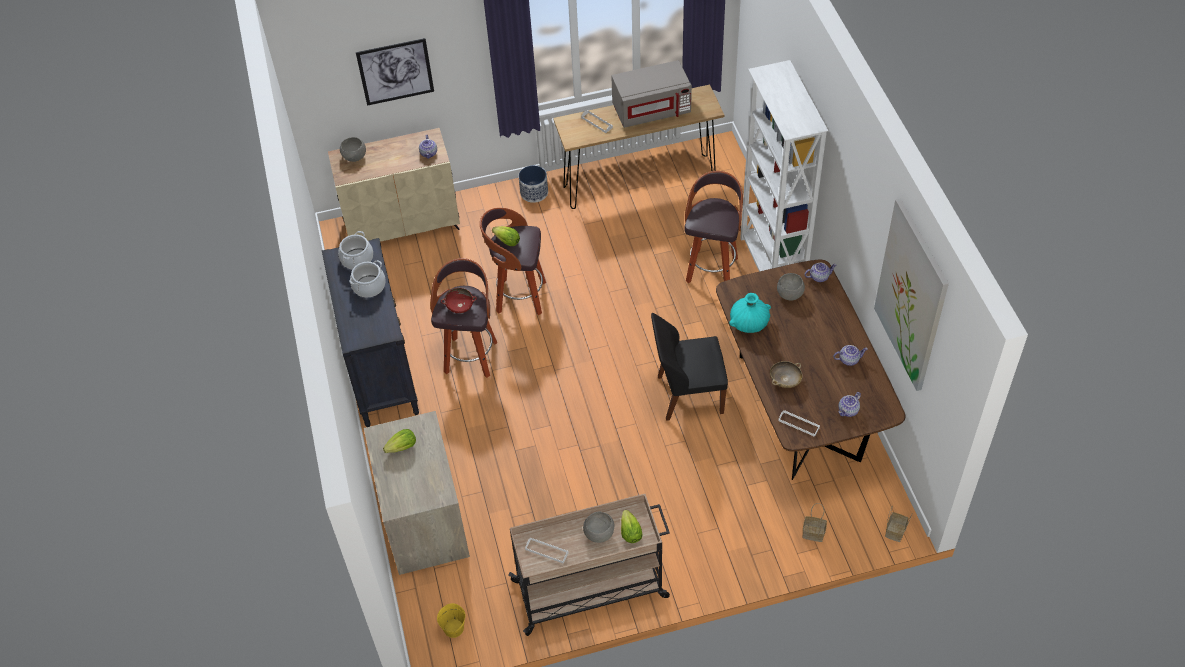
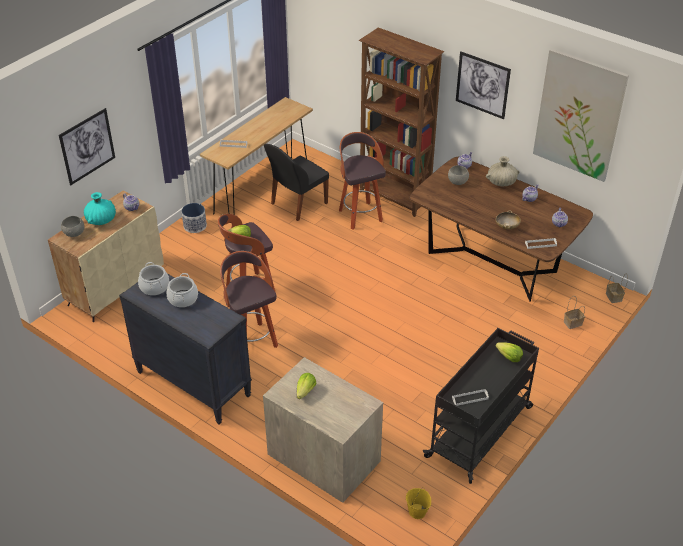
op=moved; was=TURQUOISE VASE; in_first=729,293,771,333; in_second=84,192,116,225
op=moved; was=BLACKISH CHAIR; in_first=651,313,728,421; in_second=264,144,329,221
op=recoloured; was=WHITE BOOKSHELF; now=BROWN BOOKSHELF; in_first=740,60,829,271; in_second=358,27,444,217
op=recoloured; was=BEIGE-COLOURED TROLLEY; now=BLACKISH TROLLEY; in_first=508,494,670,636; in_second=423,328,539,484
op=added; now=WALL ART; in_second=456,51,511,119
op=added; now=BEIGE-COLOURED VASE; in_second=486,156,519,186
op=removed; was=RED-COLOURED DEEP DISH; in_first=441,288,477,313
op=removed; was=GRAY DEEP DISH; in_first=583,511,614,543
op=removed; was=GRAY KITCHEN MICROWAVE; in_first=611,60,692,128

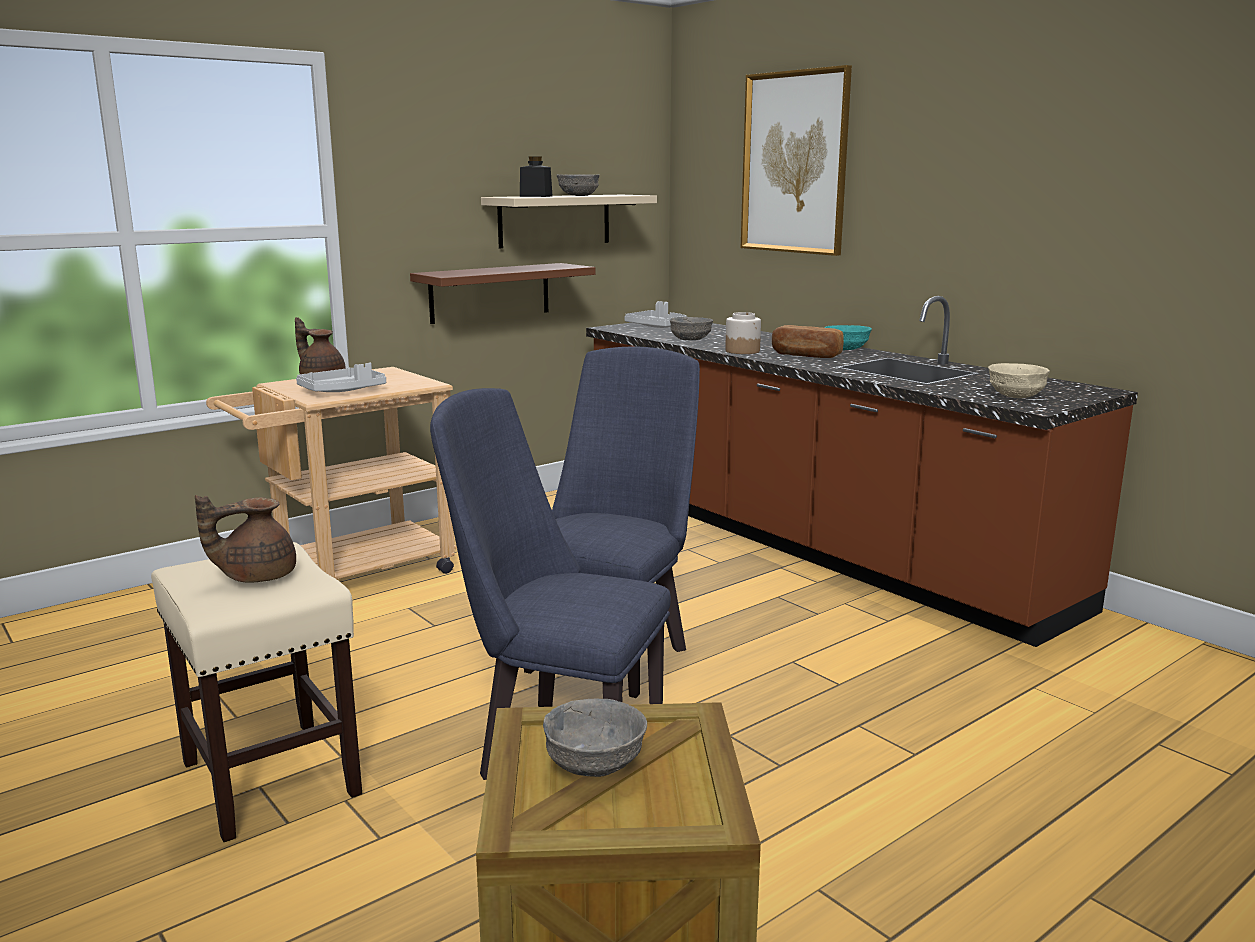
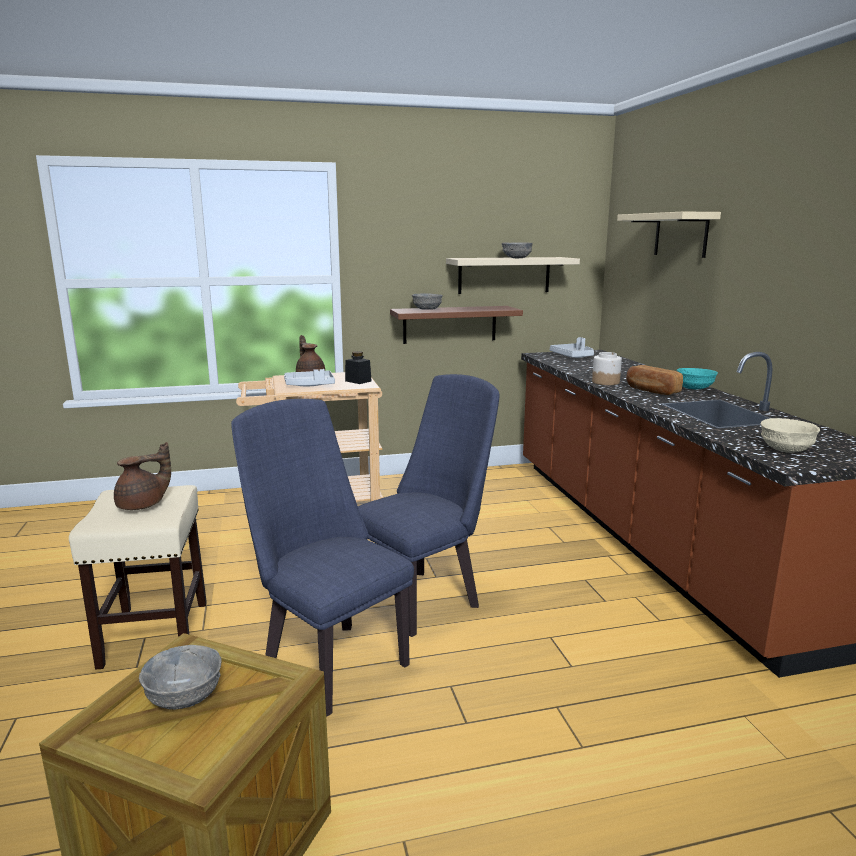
op=turned; was=BROWN TEA POT; in_first=195,495,296,583; in_second=114,442,171,510; clockwise=150
op=moved; was=BLACKISH STORAGE JAR; in_first=520,156,552,197; in_second=345,351,372,384
op=moved; was=GRAY DEEP DISH; in_first=670,317,713,340; in_second=412,293,443,310
op=replaced; was=WALL ART; now=BEIGE-COLOURED WALL SHELF; in_first=741,65,852,256; in_second=617,212,721,258

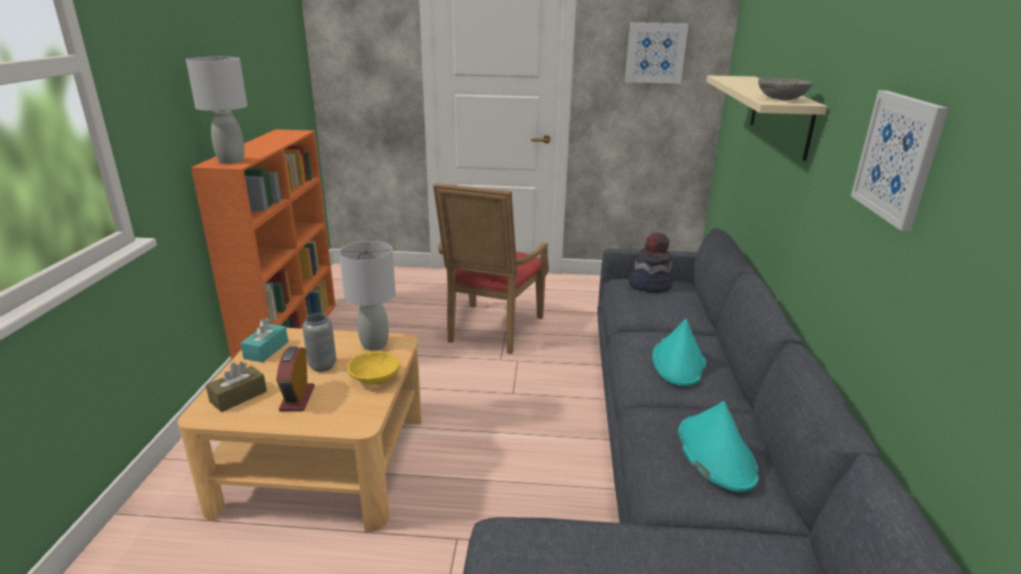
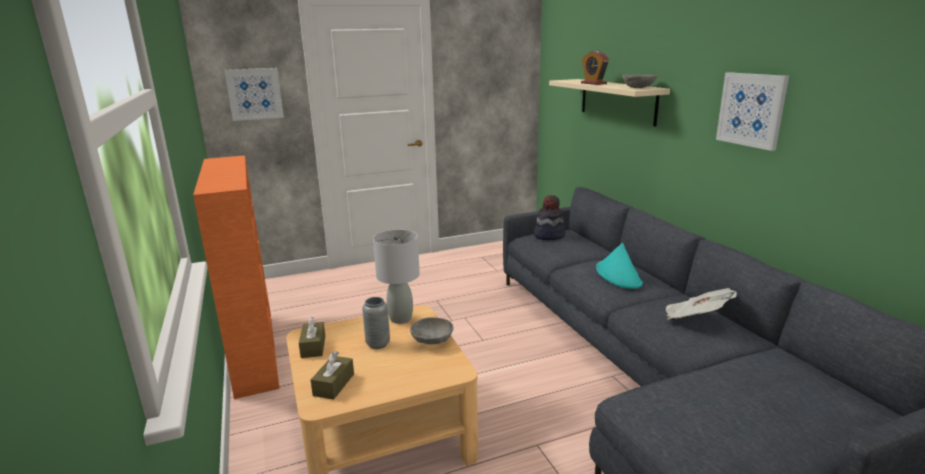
op=moved; was=WALL ART; in_first=625,22,689,84; in_second=225,68,284,121
op=recoloured; was=TURQUOISE TISSUE BOX; now=BROWN TISSUE BOX; in_first=240,318,288,363; in_second=299,316,325,358
op=recoloured; was=YELLOW-COLOURED DEEP DISH; now=GRAY DEEP DISH; in_first=347,351,400,385; in_second=410,317,453,344
op=moved; was=ALARM CLOCK; in_first=276,346,315,412; in_second=581,50,609,85
op=replaced; was=TURQUOISE HAT; now=PRINTED PAPER; in_first=678,401,759,492; in_second=666,288,737,319
op=removed; was=GRAY LAMP FOR A TABLE; in_first=186,57,247,164
op=removed; was=RED-COLOURED ARMCHAIR; in_first=433,183,549,354

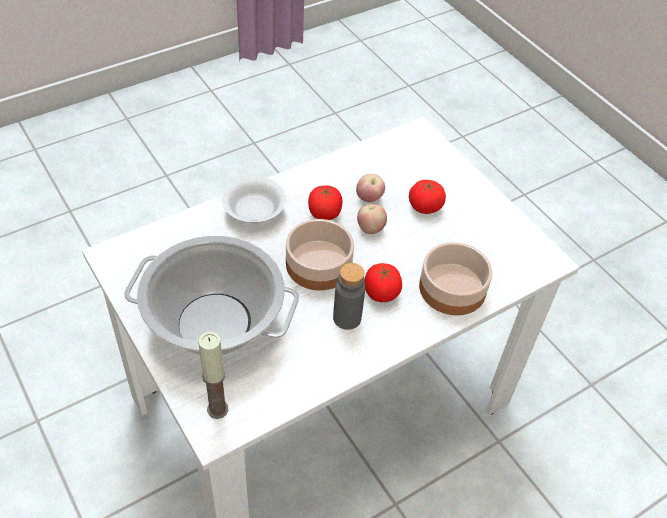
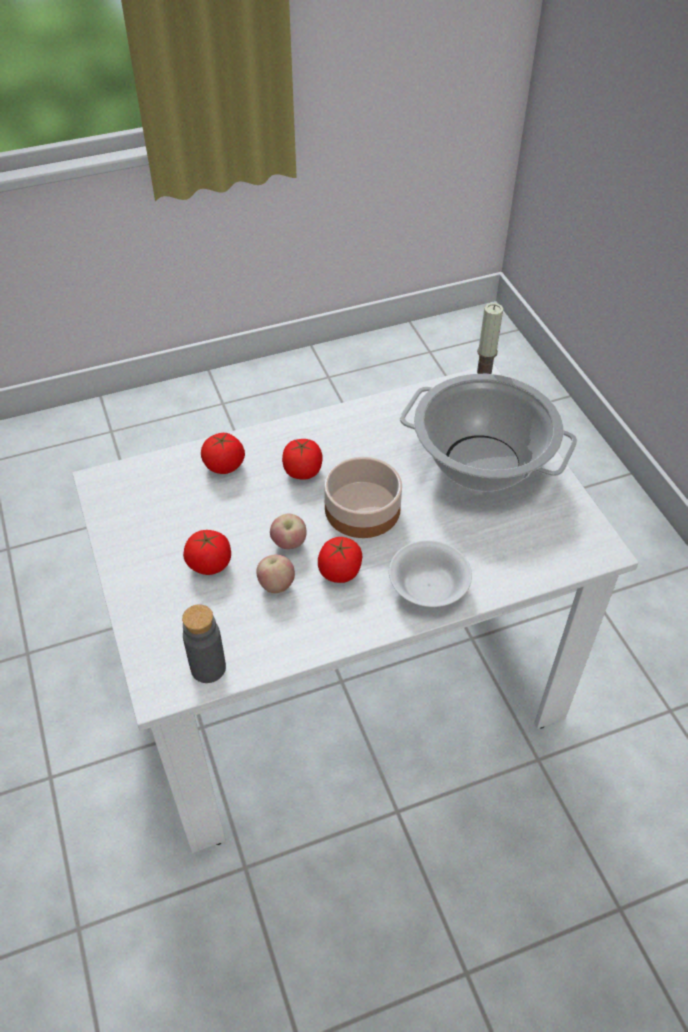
op=moved; was=GRAY BEVERAGE BOTTLE; in_first=333,263,365,330; in_second=182,604,226,683
op=replaced; was=DEEP DISH; now=TOMATO; in_first=419,242,492,316; in_second=201,433,245,474

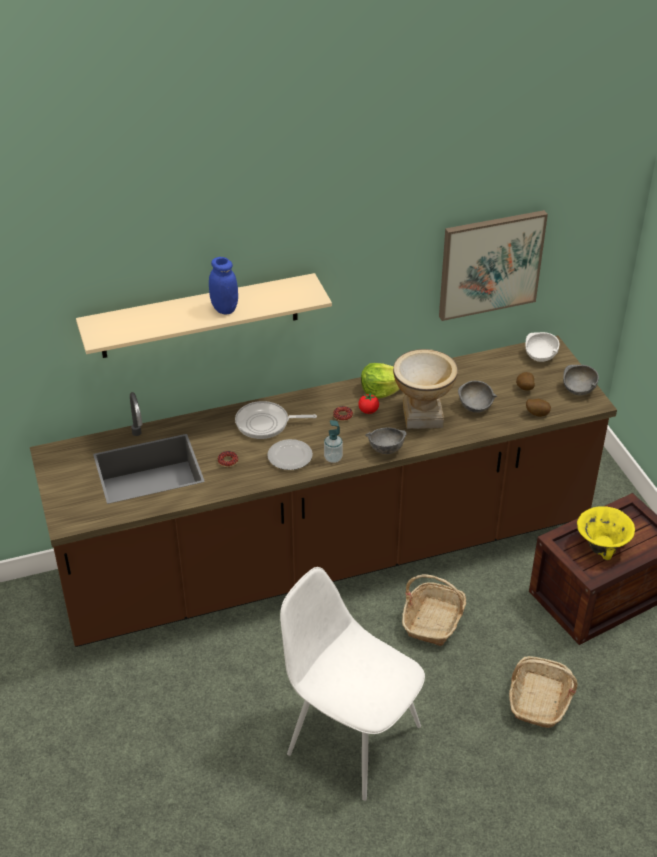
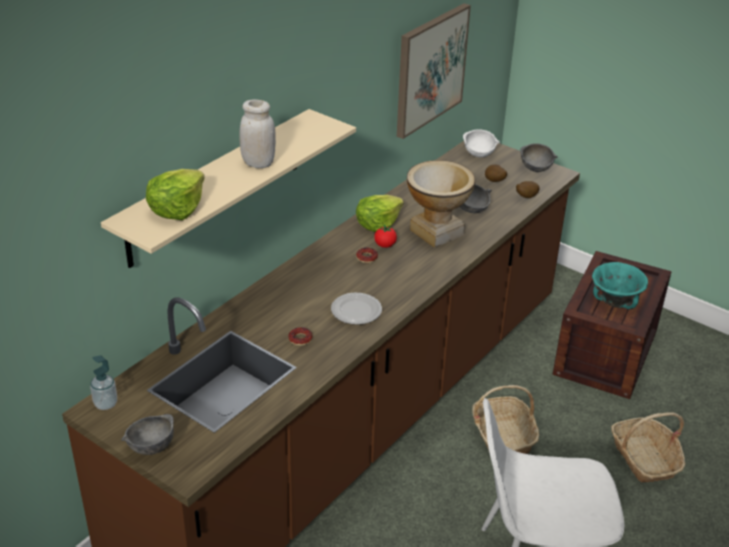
op=moved; was=LIQUID SOAP BOTTLE; in_first=324,420,343,463; in_second=90,355,117,410
op=moved; was=GRAY DEEP DISH; in_first=365,427,406,454; in_second=121,414,174,455
op=added; now=LETTUCE; in_second=146,169,205,220
op=recoloured; was=BLUE-COLOURED STORAGE JAR; now=WHITE STORAGE JAR; in_first=209,257,238,314; in_second=239,99,276,168
op=recoloured; was=YELLOW-COLOURED DEEP DISH; now=TURQUOISE DEEP DISH; in_first=577,506,635,560; in_second=592,262,648,309
op=removed; was=FRYING PAN; in_first=235,401,317,439

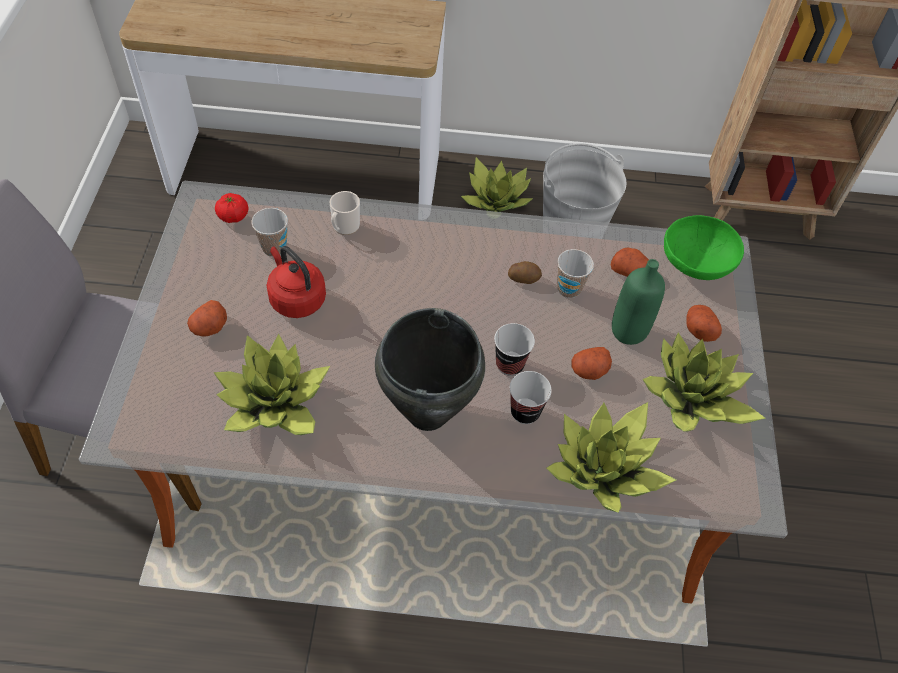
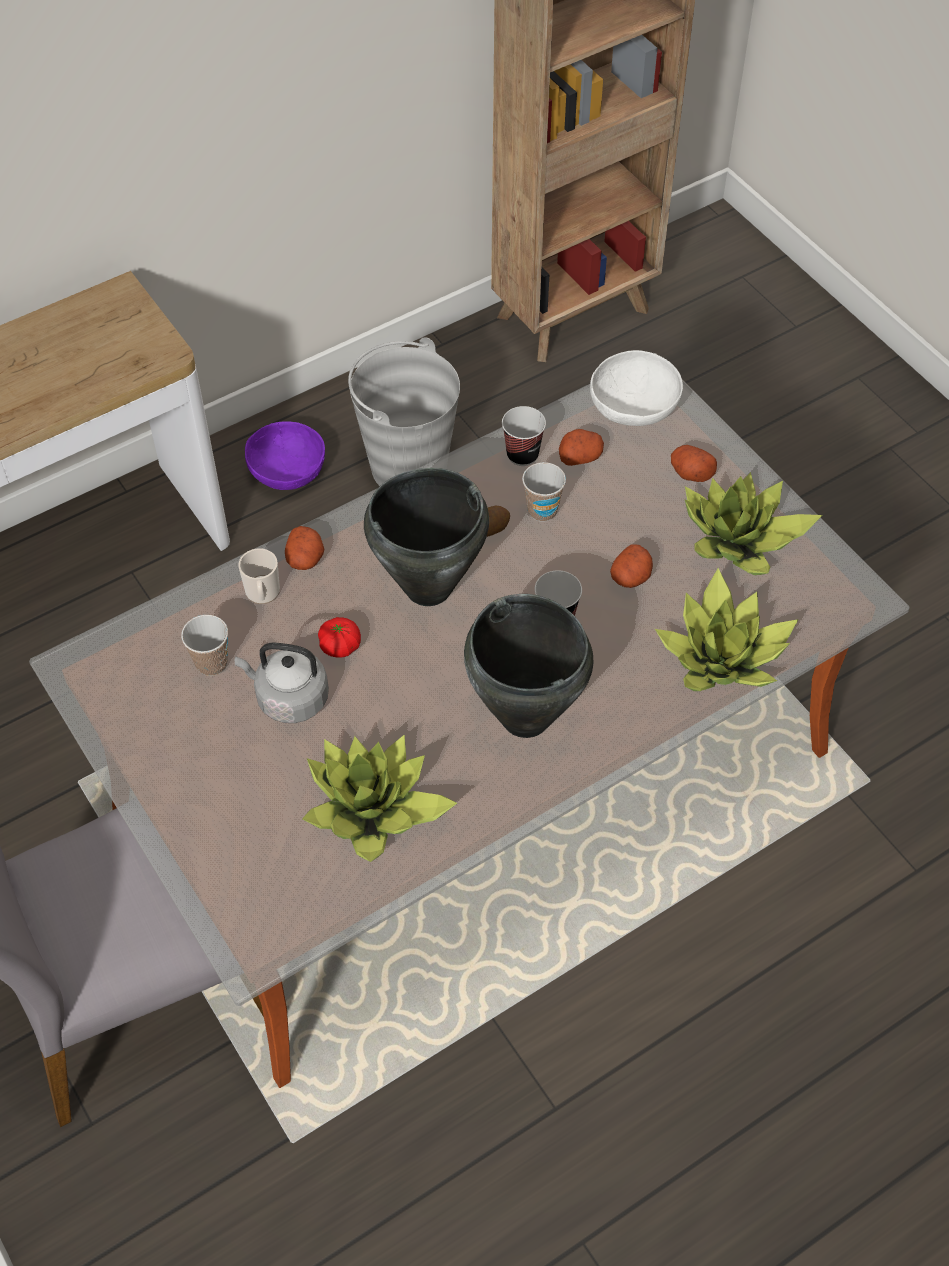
op=recoloured; was=RED-COLOURED TEA KETTLE; now=GRAY TEA KETTLE; in_first=267,246,326,318; in_second=235,642,329,723
op=replaced; was=PLANT IN A POT; now=PURPLE-COLOURED DEEP DISH; in_first=461,157,533,212; in_second=245,421,325,490
op=moved; was=SPUD; in_first=187,300,227,337; in_second=285,526,325,570
op=moved; was=TOMATO; in_first=215,193,249,223; in_second=318,617,361,657
op=added; now=BLACKISH COOKING POT; in_second=364,468,489,606
op=moved; was=SMALL CUP; in_first=510,371,552,424; in_second=502,406,546,466
op=recoloured; was=GREEN-COLOURED DEEP DISH; now=WHITE DEEP DISH; in_first=664,215,744,280; in_second=590,350,683,426
op=removed; was=GREEN-COLOURED BEVERAGE BOTTLE; in_first=612,259,665,345

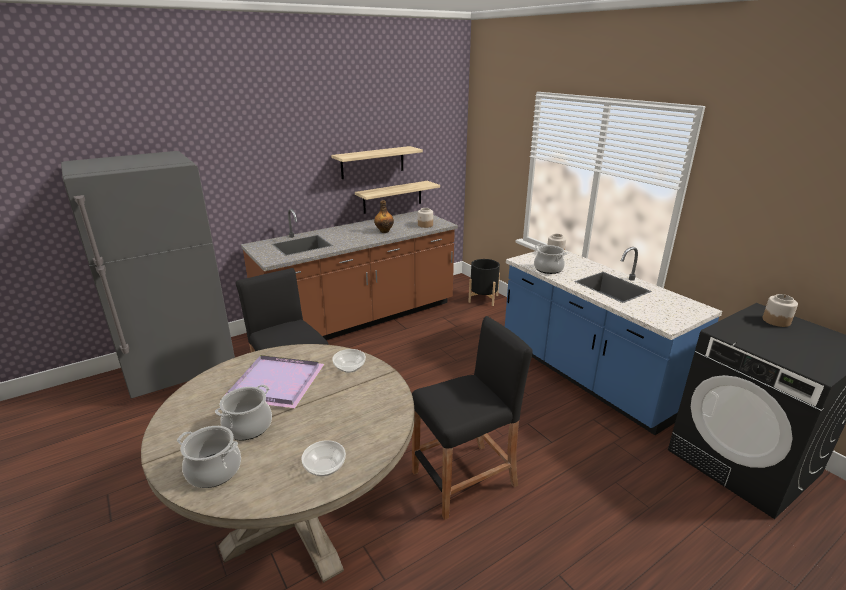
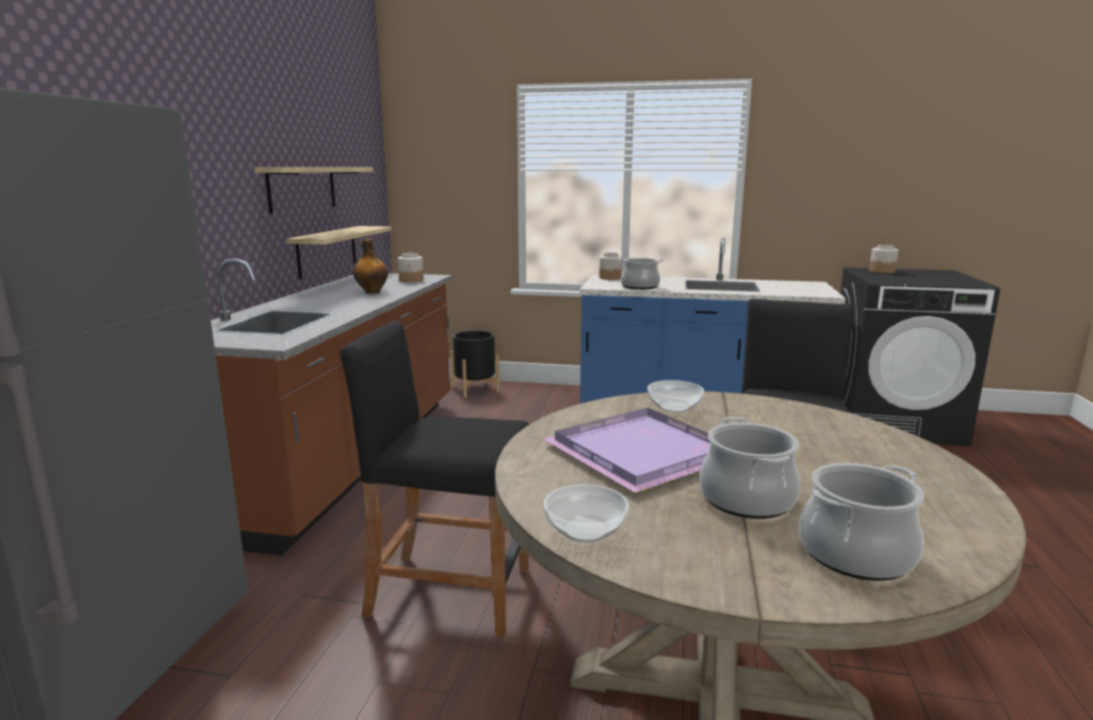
op=moved; was=DEEP DISH; in_first=302,440,346,476; in_second=544,484,629,543

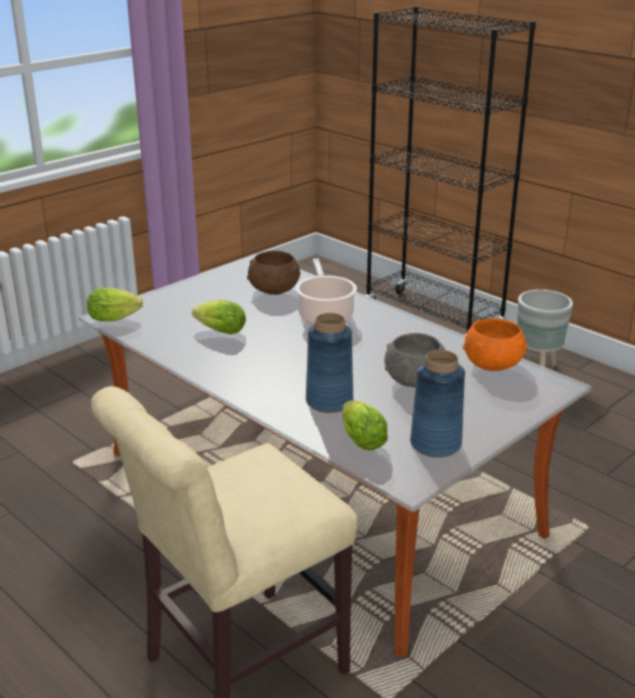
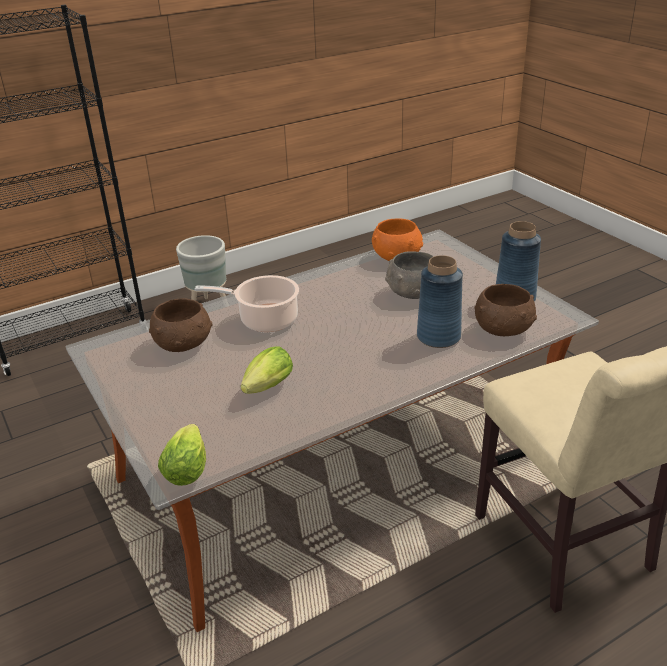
op=replaced; was=LETTUCE; now=BROWN DEEP DISH; in_first=342,400,388,450; in_second=474,284,537,336

